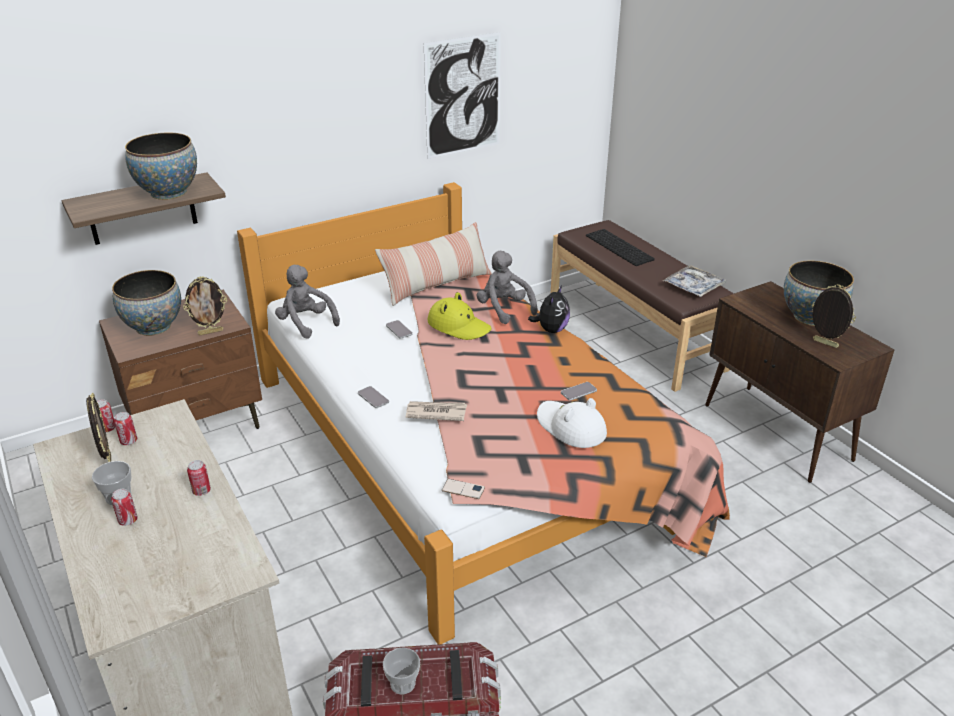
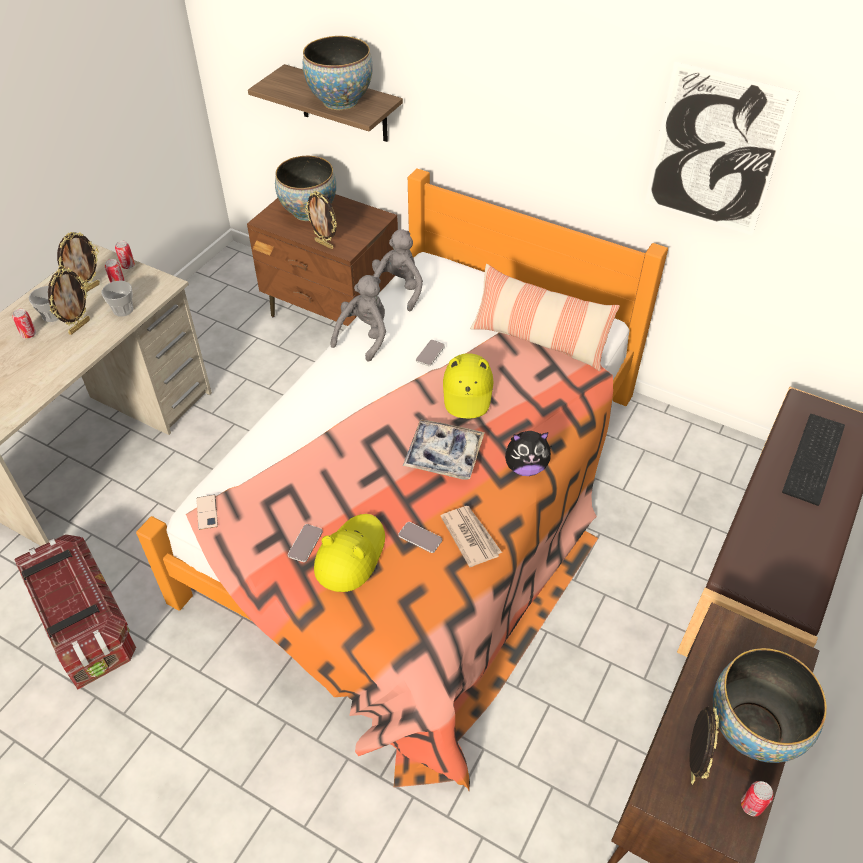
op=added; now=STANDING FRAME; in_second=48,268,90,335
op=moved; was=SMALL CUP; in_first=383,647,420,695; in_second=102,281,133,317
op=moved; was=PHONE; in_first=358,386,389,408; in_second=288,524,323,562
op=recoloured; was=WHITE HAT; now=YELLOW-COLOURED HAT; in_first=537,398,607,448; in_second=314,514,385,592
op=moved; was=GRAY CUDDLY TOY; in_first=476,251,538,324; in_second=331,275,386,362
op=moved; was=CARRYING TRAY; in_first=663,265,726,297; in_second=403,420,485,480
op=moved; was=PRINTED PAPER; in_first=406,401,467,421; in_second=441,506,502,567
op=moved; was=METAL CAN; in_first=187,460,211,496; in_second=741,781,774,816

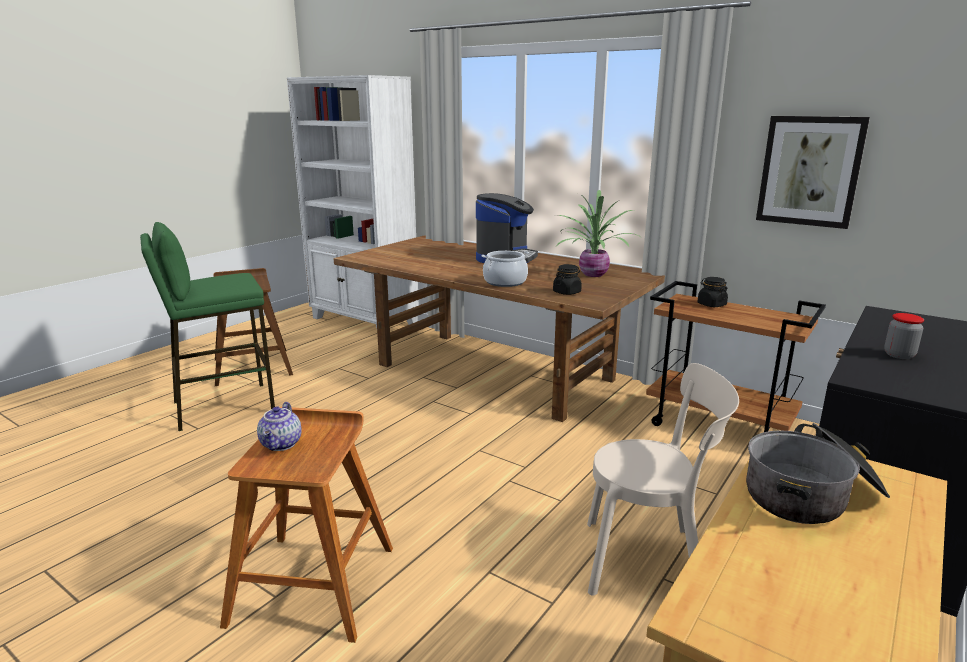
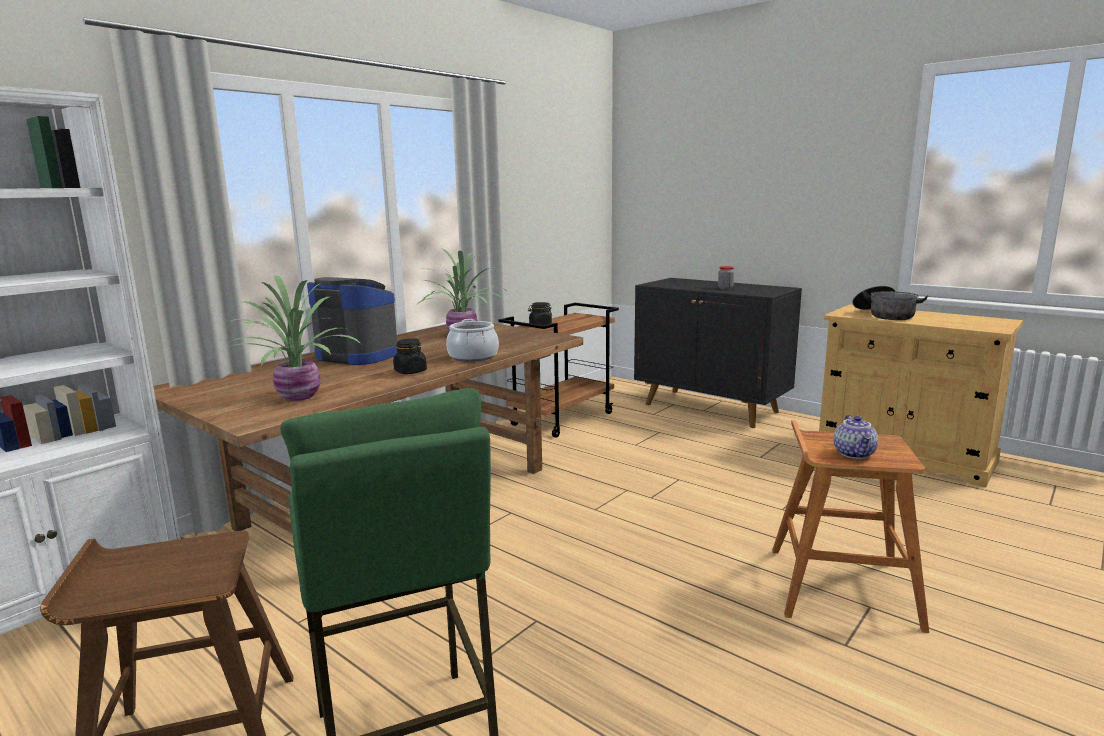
op=added; now=PLANT IN A POT; in_second=224,275,361,401
op=moved; was=BLACKISH STORAGE JAR; in_first=553,264,582,295; in_second=393,339,427,374
op=turned; was=TEA POT; in_first=257,402,302,451; in_second=834,415,878,459; clockwise=90
op=removed; was=BEIGE-COLOURED CHAIR; in_first=587,363,739,596
op=removed; was=WALL ART; in_first=756,116,870,229

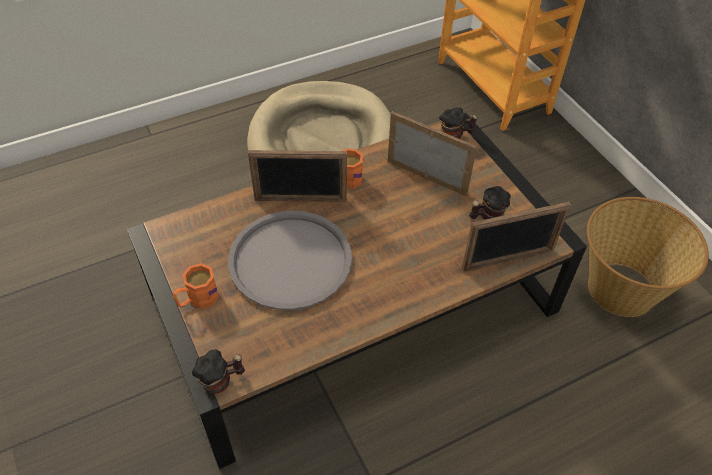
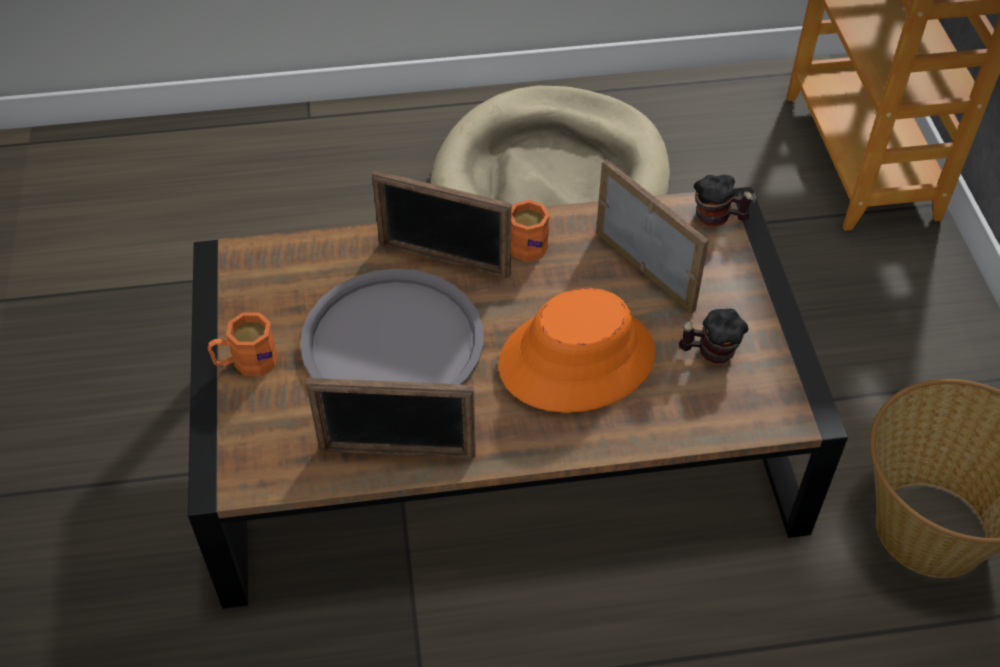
op=moved; was=STANDING FRAME; in_first=462,202,571,272; in_second=306,378,476,458
op=added; now=ORANGE HAT; in_second=498,288,655,413
op=removed; was=MUG; in_first=192,349,245,394

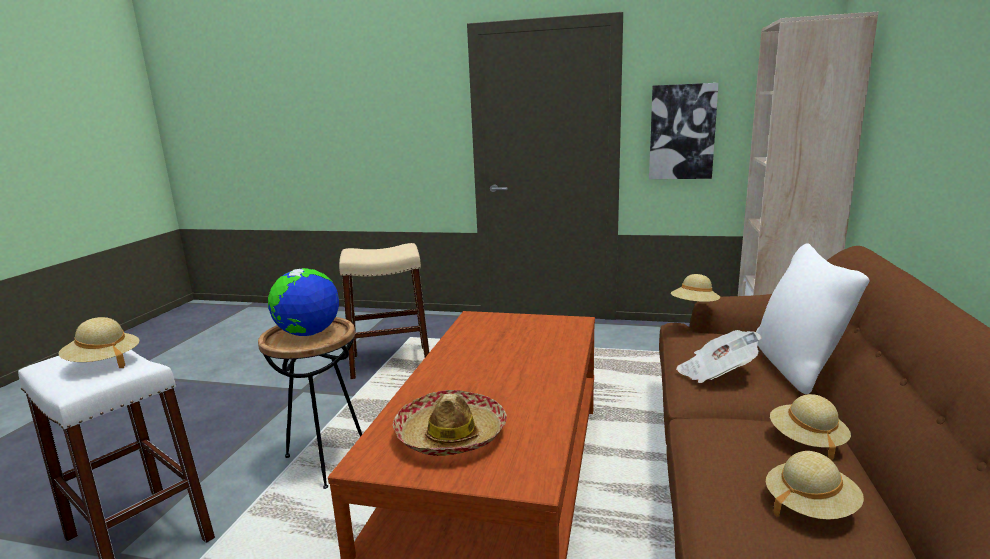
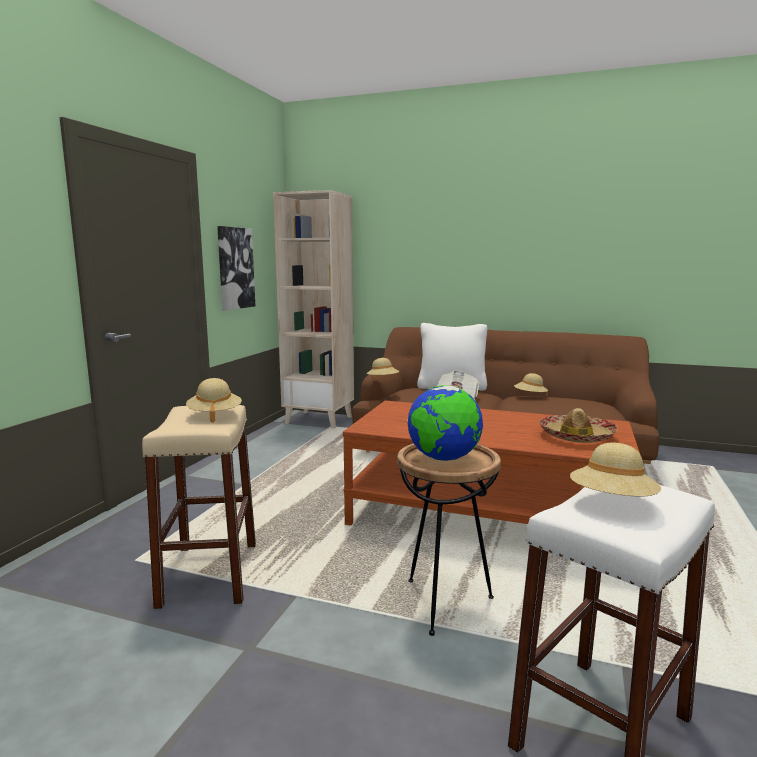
op=moved; was=BEIGE-COLOURED HAT; in_first=766,451,864,519; in_second=186,378,242,423

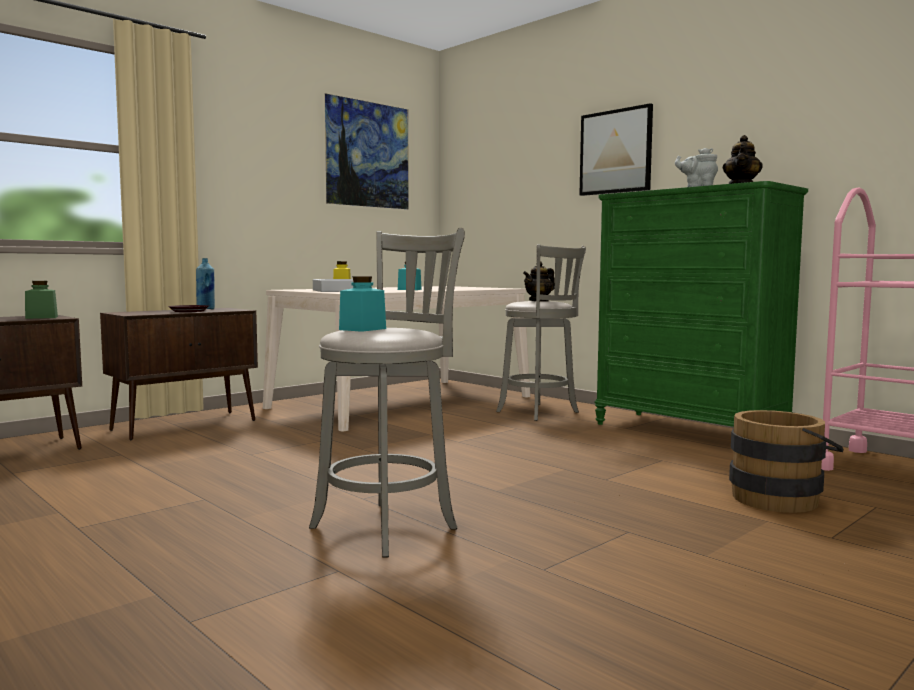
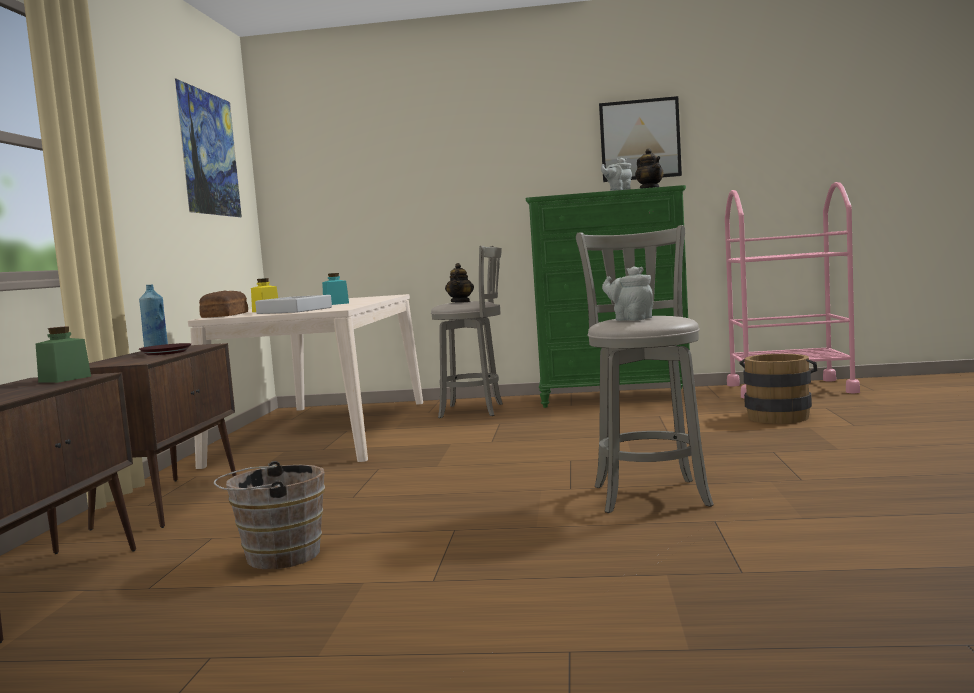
op=added; now=BAKERY BREAD; in_second=199,290,248,318
op=added; now=BROWN BUCKET; in_second=214,461,325,569
op=moved; was=WALL ART; in_first=579,103,653,196; in_second=599,96,682,182
op=replaced; was=TURQUOISE STORAGE JAR; now=GRAY TEA POT; in_first=339,276,386,332; in_second=602,266,653,321

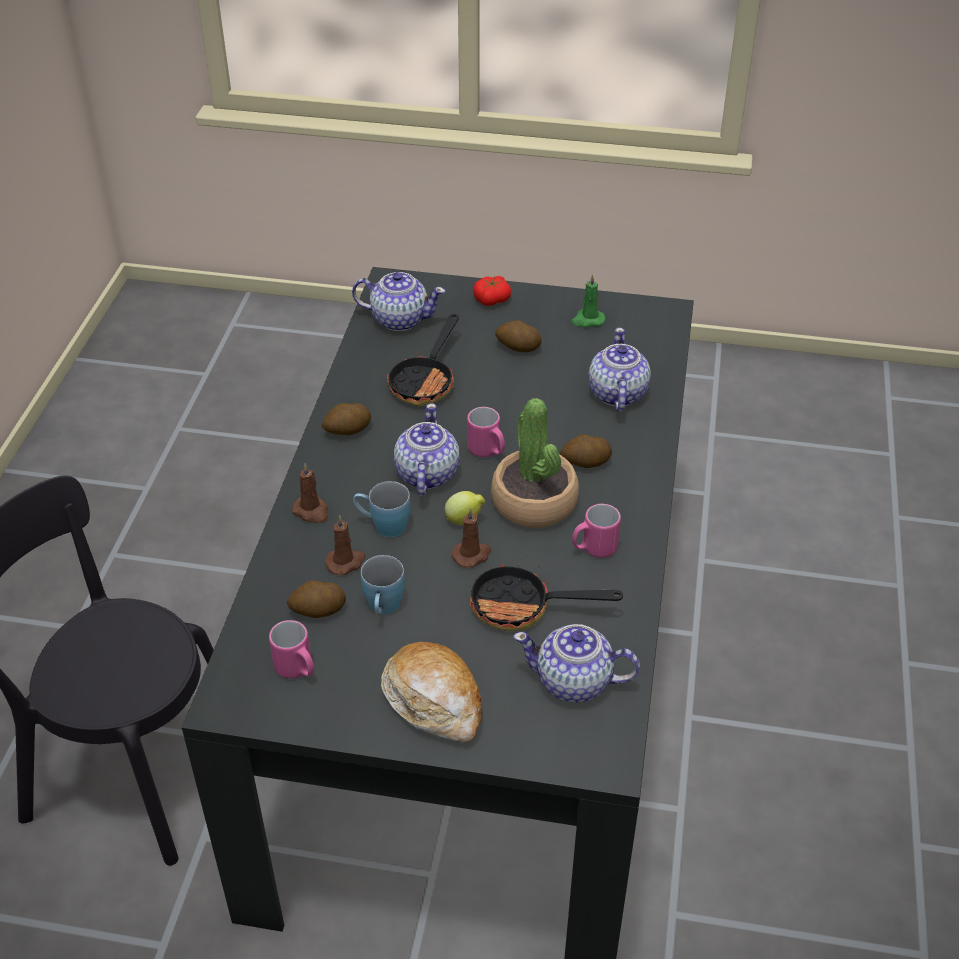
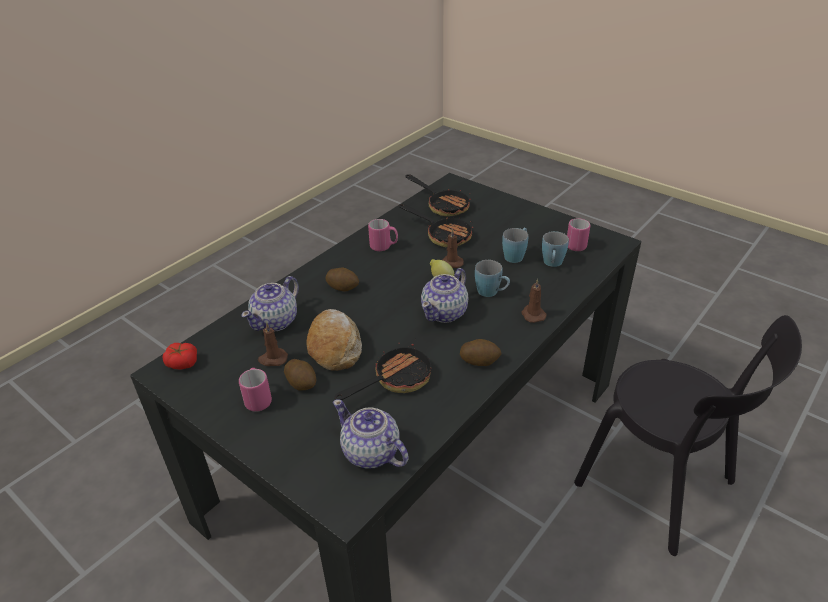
op=moved; was=TOMATO; in_first=473,275,511,306; in_second=162,343,197,370
op=moved; was=PINK MUG; in_first=467,407,505,457; in_second=239,368,272,412
op=moved; was=BROWN CANDLE; in_first=325,515,366,575; in_second=258,322,288,366
op=moved; was=BAKERY BREAD; in_first=381,642,482,743; in_second=306,309,362,371
op=replaced; was=TEA POT; now=FRYING PAN; in_first=513,624,640,702; in_second=406,174,471,216
op=replaced; was=SPUD; now=BLUE-COLOURED MUG; in_first=287,580,346,618; in_second=542,231,569,267
op=removed; was=PLANT IN A POT; in_first=491,398,579,528
op=removed; was=GREEN-COLOURED CANDLE; in_first=571,274,605,327

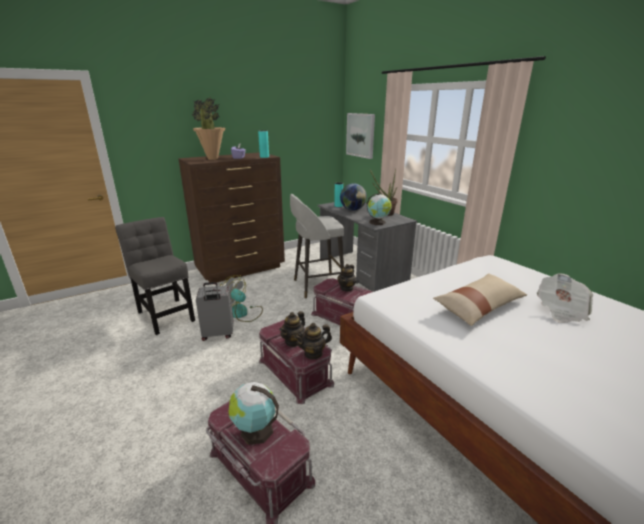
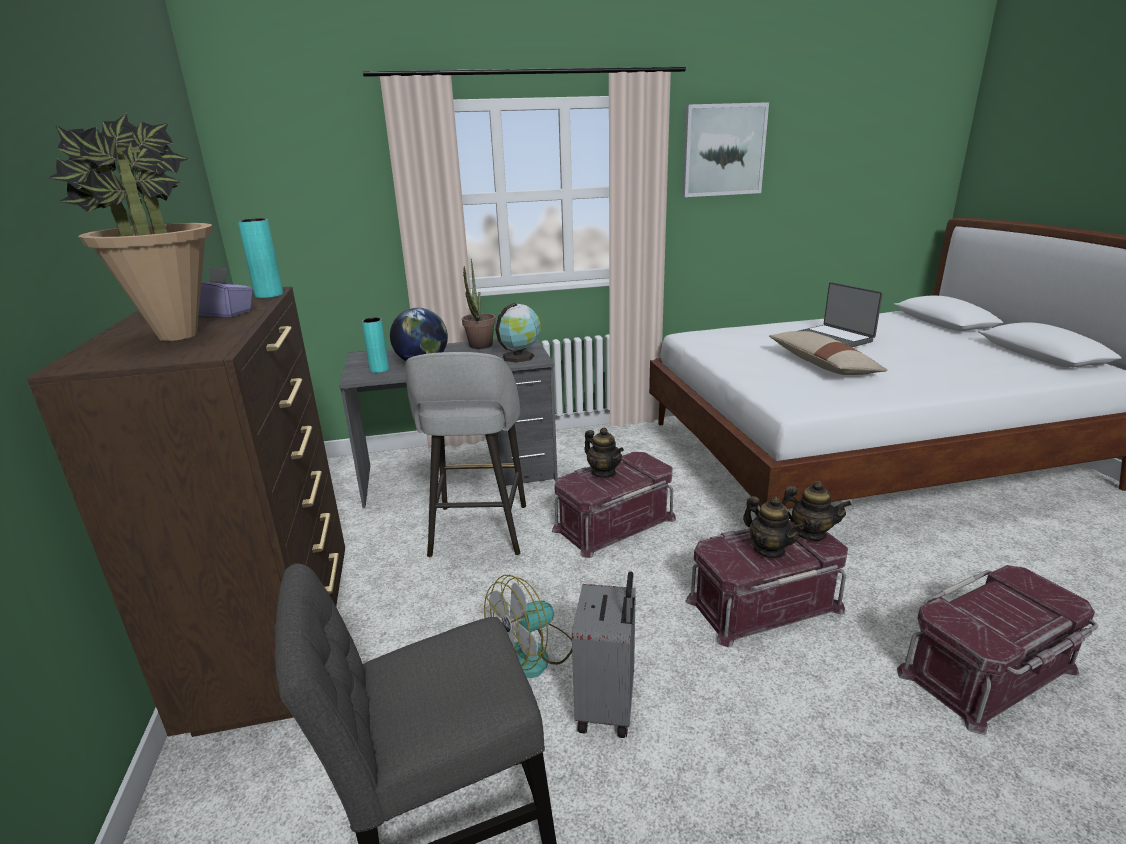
op=moved; was=WALL ART; in_first=346,113,375,159; in_second=682,102,769,197
op=turned; was=TEA POT; in_first=294,323,332,360; in_second=782,481,852,541; clockwise=-60
op=replaced; was=PRINTED PAPER; now=NOTEBOOK COMPUTER; in_first=537,273,593,323; in_second=799,282,883,347
op=removed; was=WORLD GLOBE; in_first=228,382,279,444

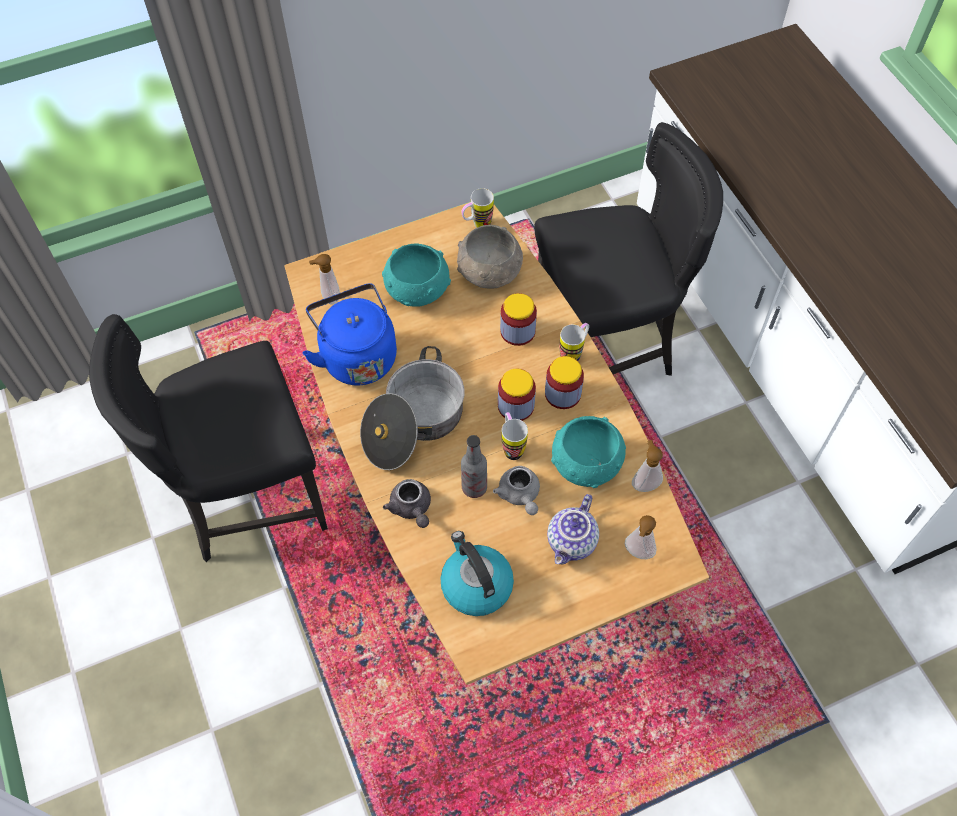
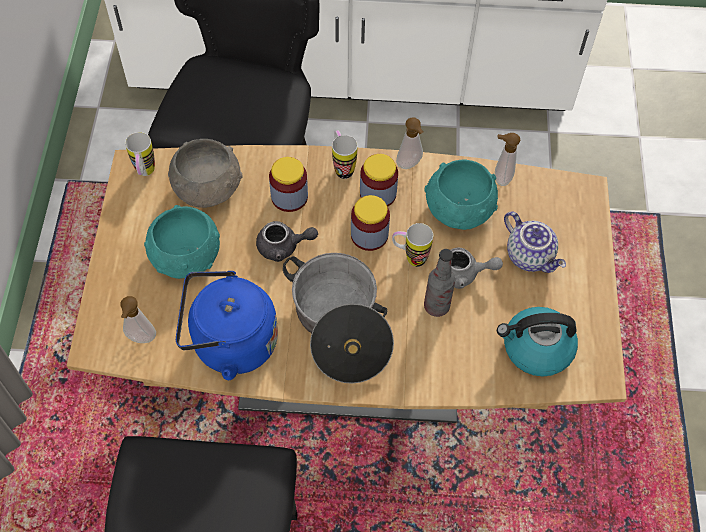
op=moved; was=GRAY TEA POT; in_first=383,479,431,528; in_second=256,221,318,262
op=moved; was=LIQUID SOAP BOTTLE; in_first=625,515,657,559; in_second=396,117,424,169

